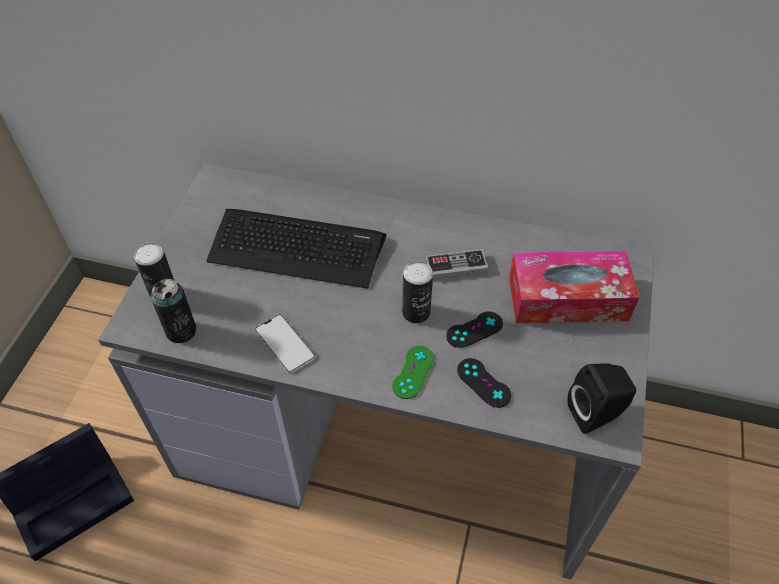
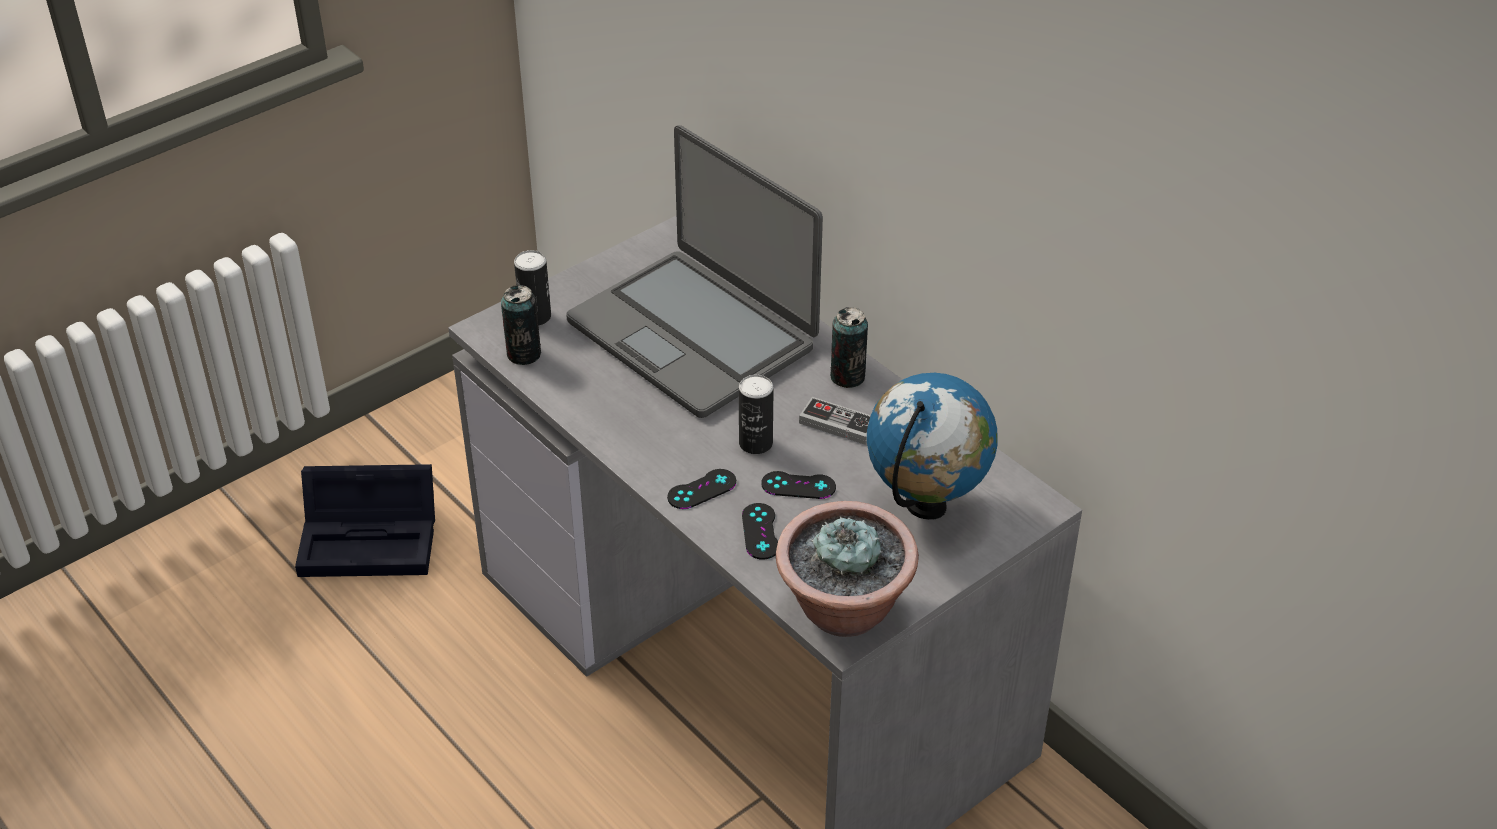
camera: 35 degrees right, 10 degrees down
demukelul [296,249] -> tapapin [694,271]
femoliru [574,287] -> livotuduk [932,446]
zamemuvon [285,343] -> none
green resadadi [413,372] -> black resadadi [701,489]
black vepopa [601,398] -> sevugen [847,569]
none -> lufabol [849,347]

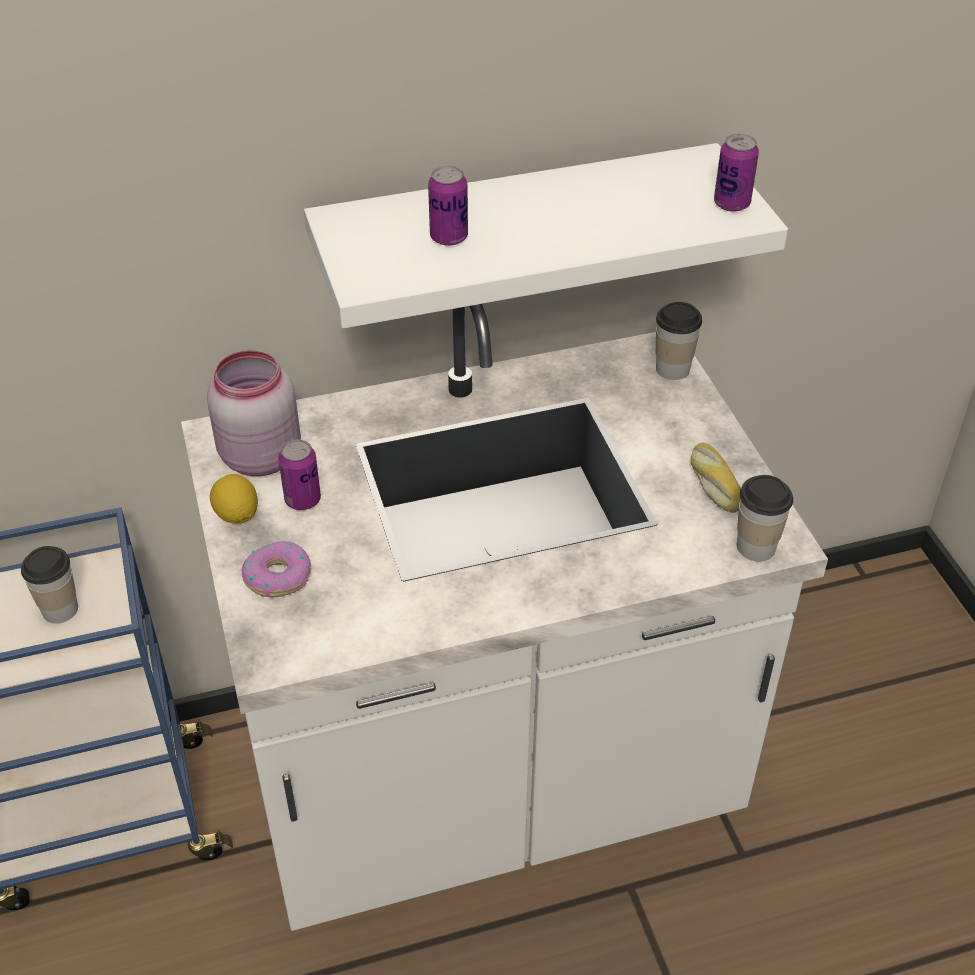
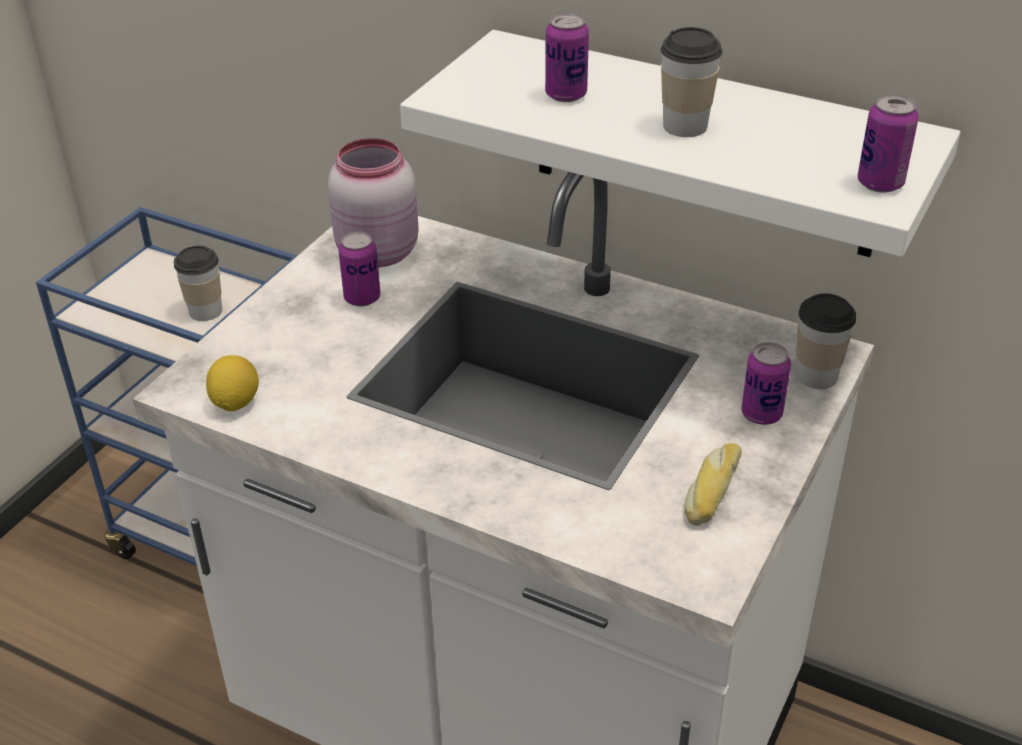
camera: 45 degrees right, 5 degrees down
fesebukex [234,499] -> fesebukex [232,383], move
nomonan [765,518] -> nomonan [692,82], move
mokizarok [276,569] -> none
none -> lufabol [766,383]

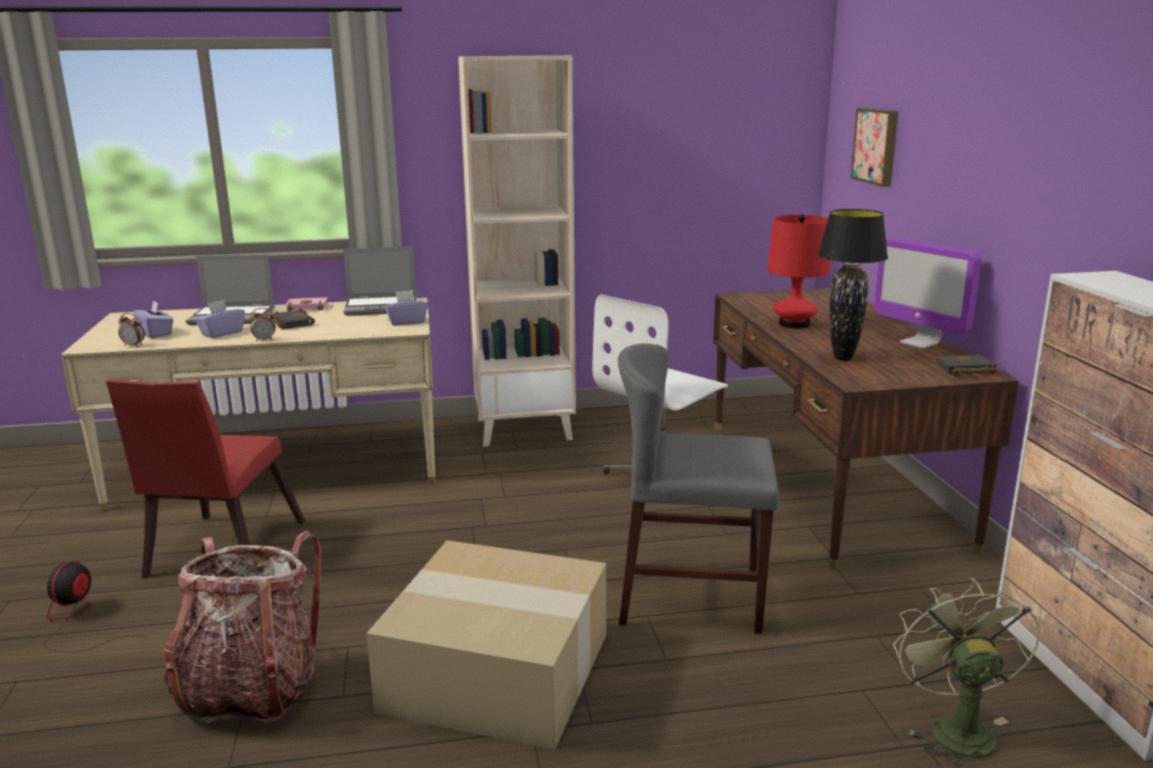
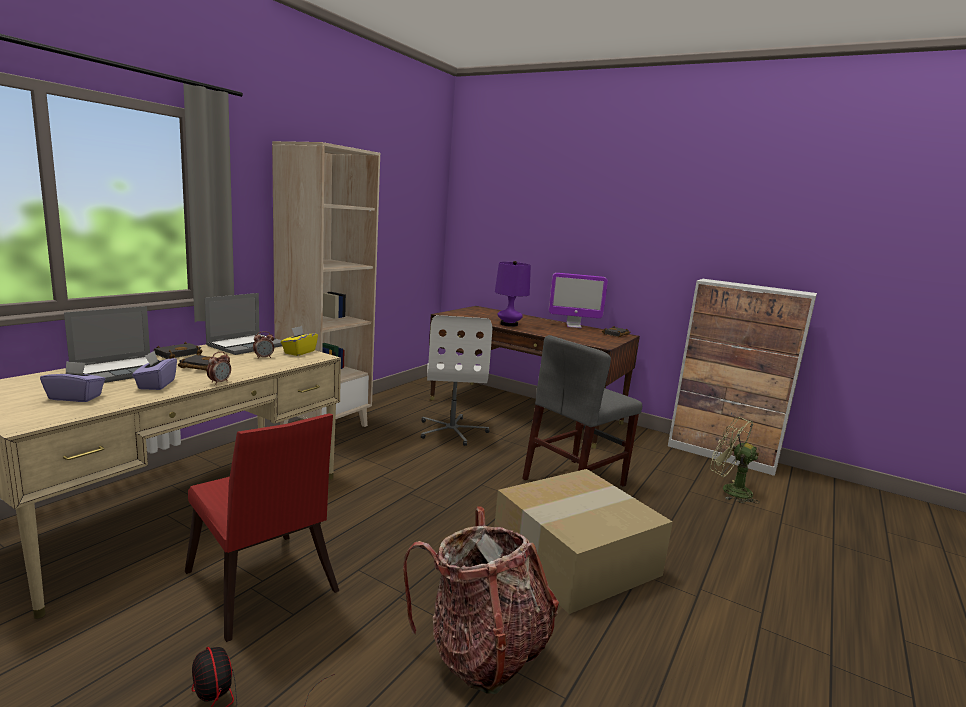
camera: 50 degrees left, 5 degrees down
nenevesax [875,147] -> none
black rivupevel [853,285] -> none
red rivupevel [798,271] -> purple rivupevel [513,294]
purple femoliru [406,308] -> yellow femoliru [299,341]
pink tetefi [307,303] -> black tetefi [178,350]
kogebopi [131,330] -> kogebopi [263,345], move

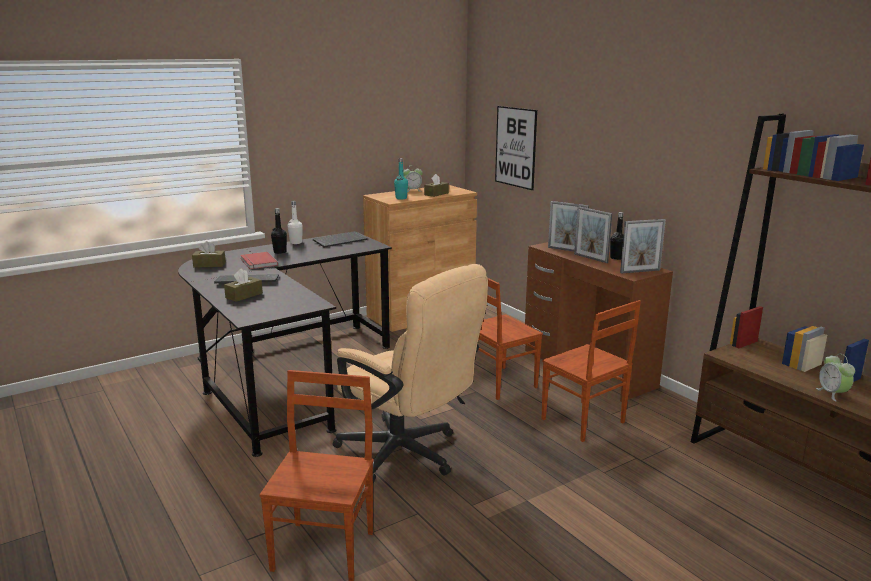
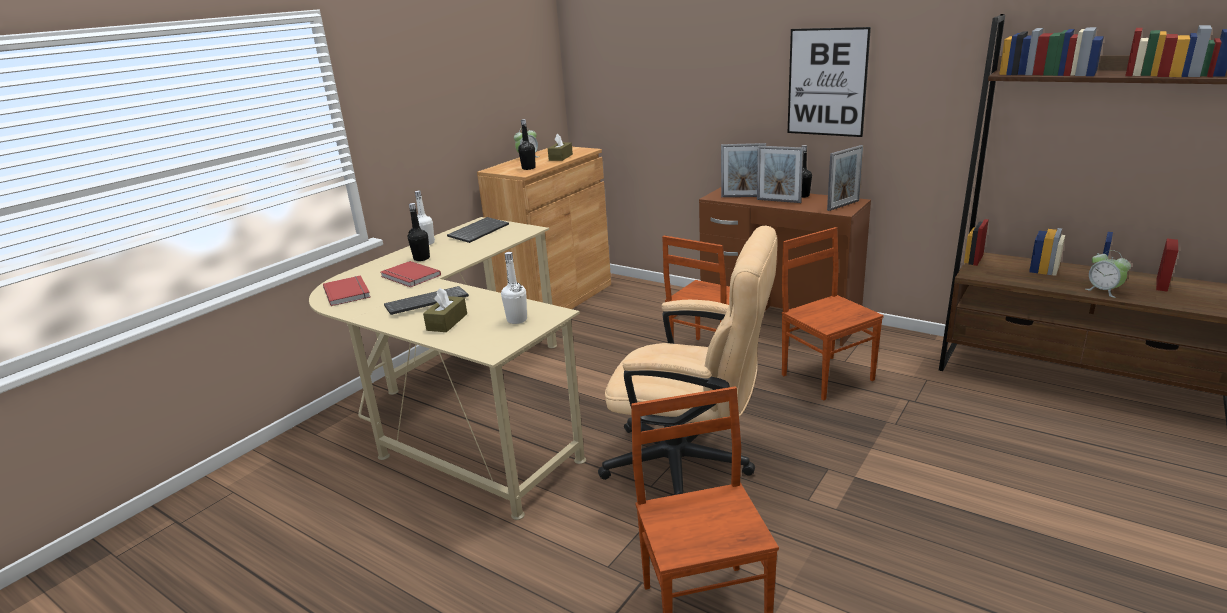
camera: 20 degrees left, 5 degrees up
nenevesax [516,148] -> nenevesax [829,82], move
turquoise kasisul [401,179] -> black kasisul [527,144]
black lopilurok [285,344] -> beige lopilurok [447,368]
brown femoliru [209,254] -> red tetefi [346,290]
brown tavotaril [591,371] -> brown tavotaril [833,314], 150 degrees counterclockwise
none -> white kasisul [514,288]

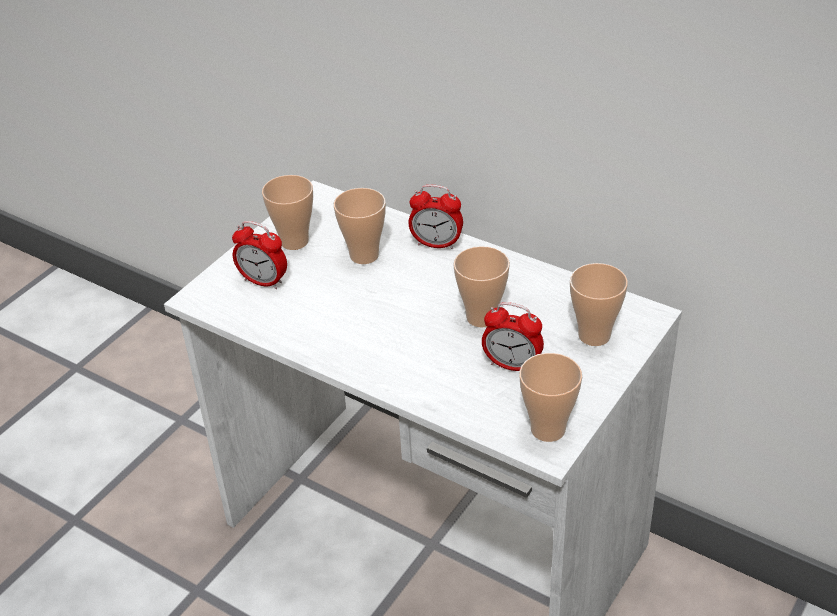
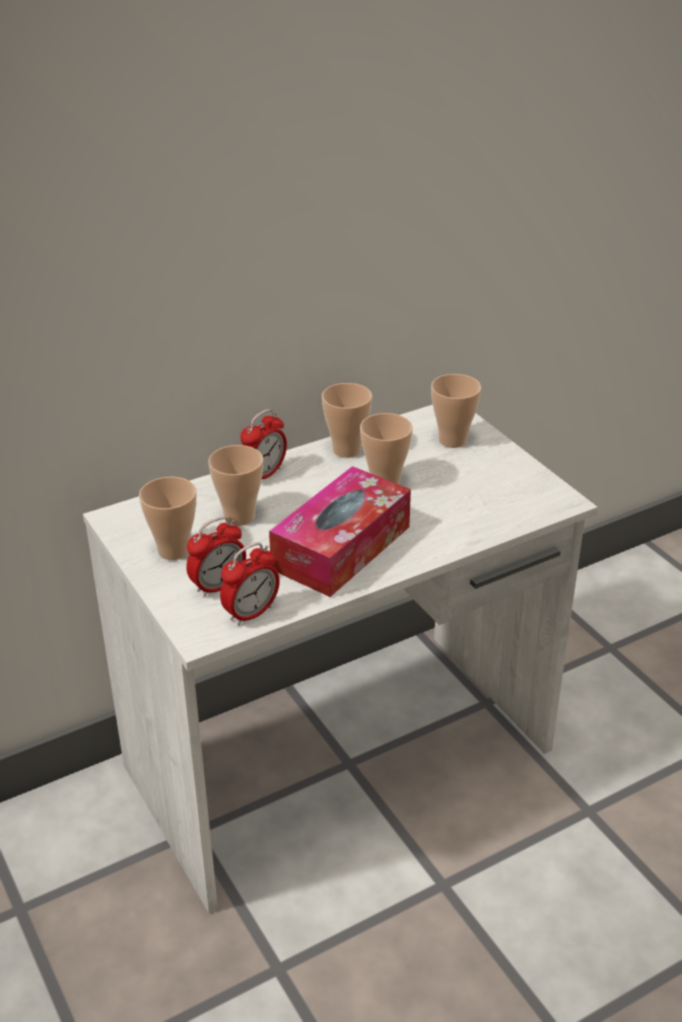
camera: 65 degrees left, 5 degrees down
kogebopi [513,336] -> kogebopi [250,584], move
nomonan [550,397] -> nomonan [347,420], move
none -> femoliru [340,531]

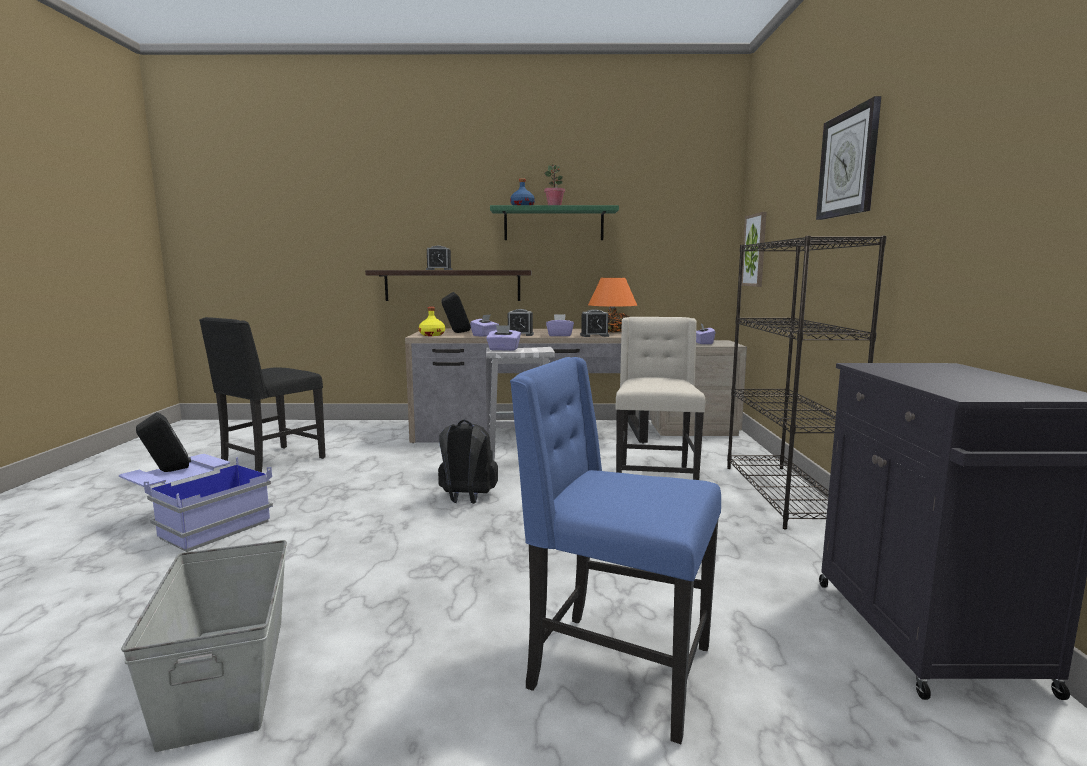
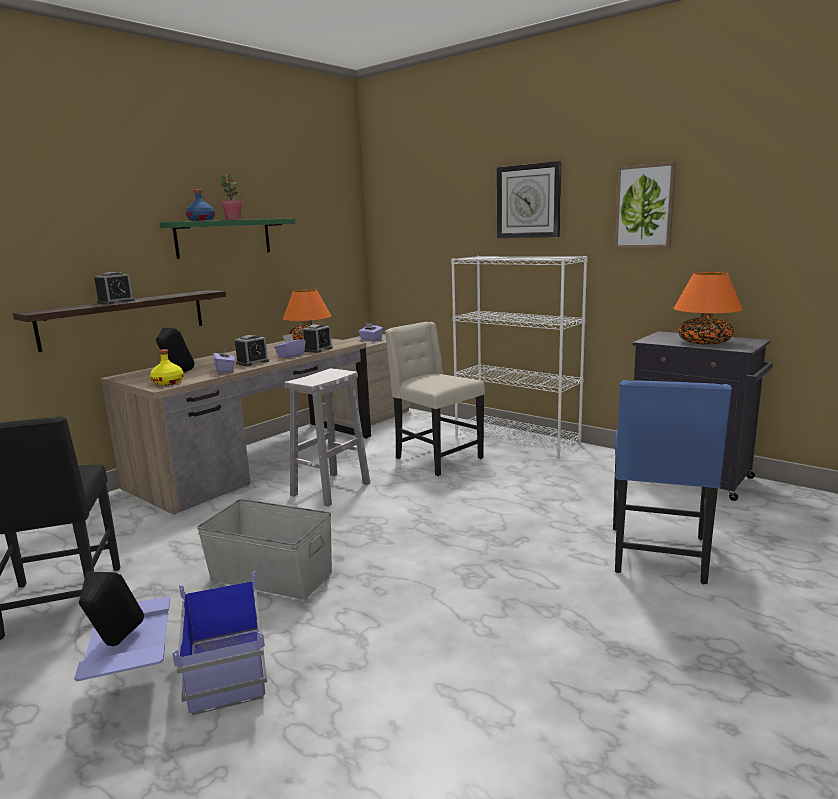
camera: 50 degrees left, 5 degrees up
nenevesax [754,249] -> nenevesax [645,205], move
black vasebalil [807,383] -> white vasebalil [519,357]
purple femoliru [503,338] -> none
blue tavotaril [615,550] -> blue tavotaril [672,482], 45 degrees counterclockwise
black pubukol [468,462] -> none
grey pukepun [204,646] -> grey pukepun [264,549], move
none -> orange rivupevel [708,308]

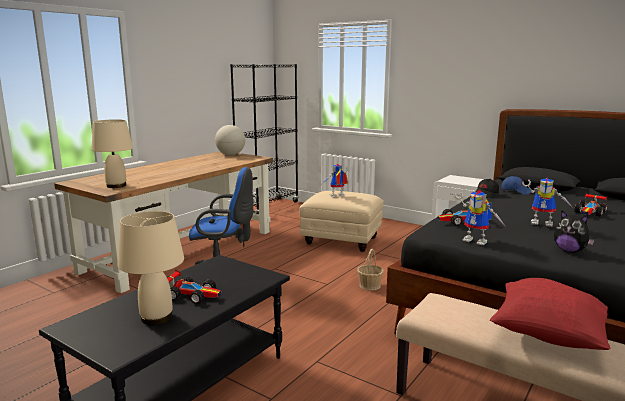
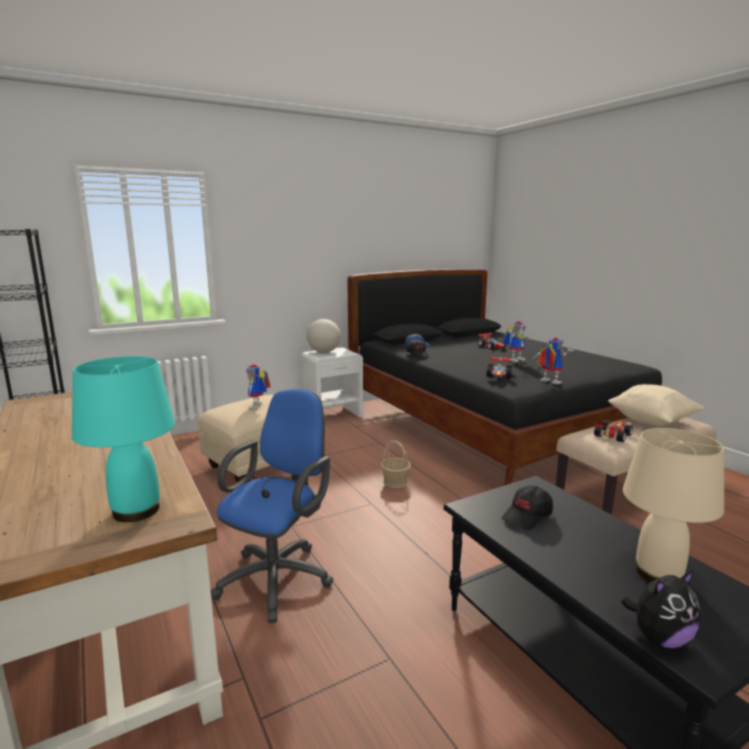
camera: 65 degrees left, 0 degrees up
beige rivupevel [112,153] -> turquoise rivupevel [123,439]
livotuduk [230,140] -> livotuduk [324,336], move
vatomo [479,217] -> vatomo [553,360], 105 degrees counterclockwise
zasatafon [574,232] -> zasatafon [660,609], move
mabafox [194,287] -> mabafox [613,431], move
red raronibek [550,314] -> beige raronibek [656,405]
none -> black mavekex [527,507]

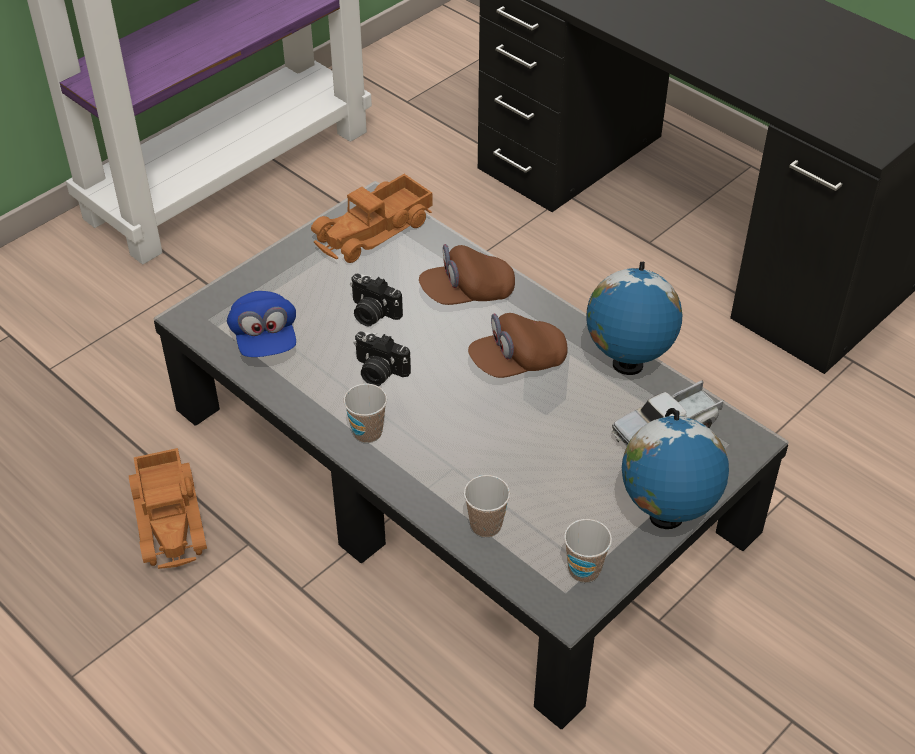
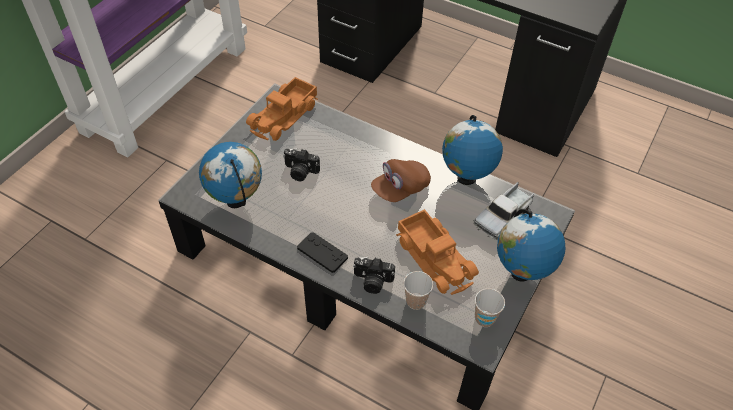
camera: 15 degrees left, 5 degrees up
brown mavekex [467,274] -> none
blue mavekex [261,324] -> livotuduk [230,175]
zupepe [382,358] -> zupepe [374,275], move
nomonan [365,413] -> black resadadi [322,252]
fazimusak [168,508] -> fazimusak [437,252], move

